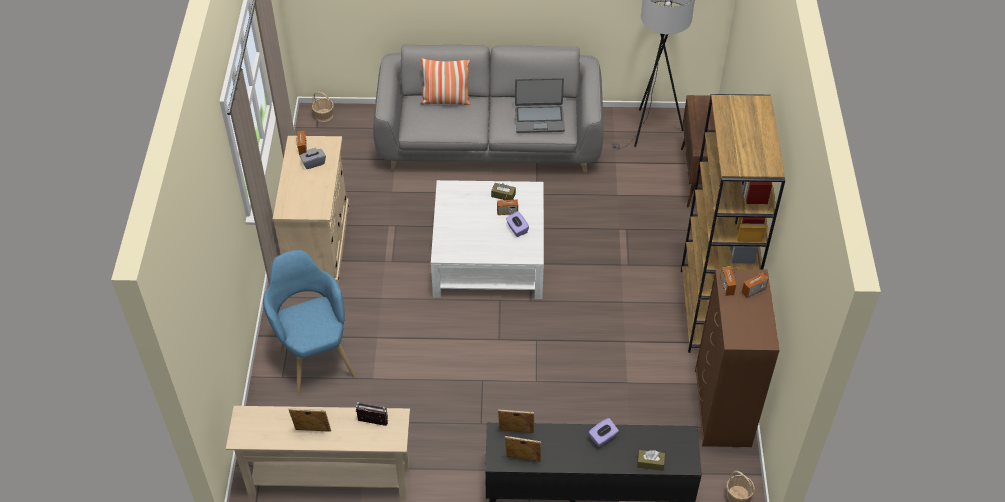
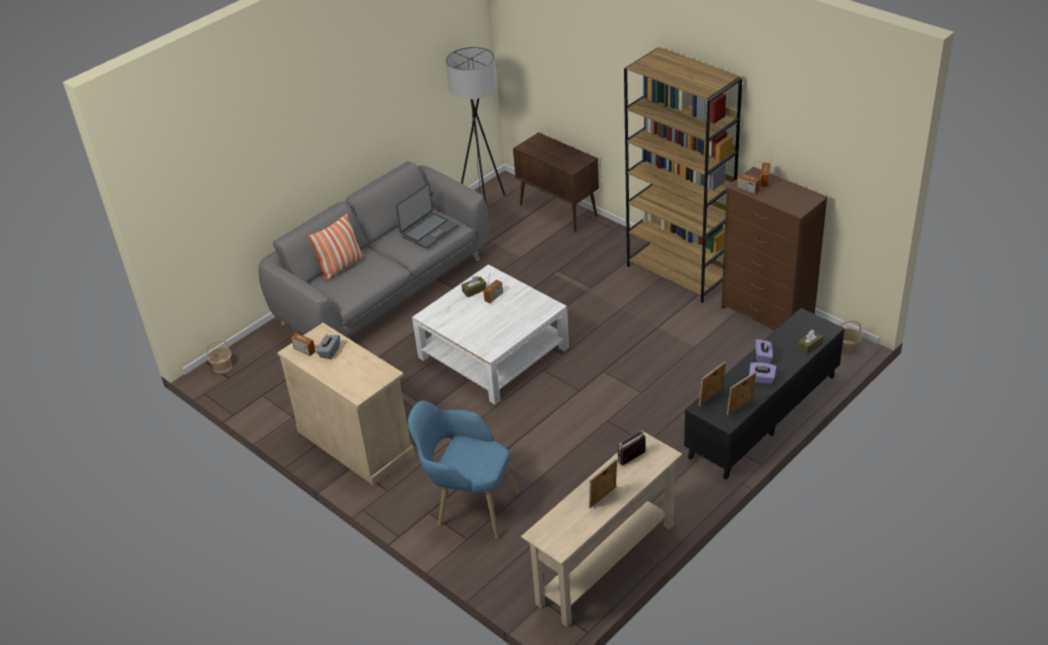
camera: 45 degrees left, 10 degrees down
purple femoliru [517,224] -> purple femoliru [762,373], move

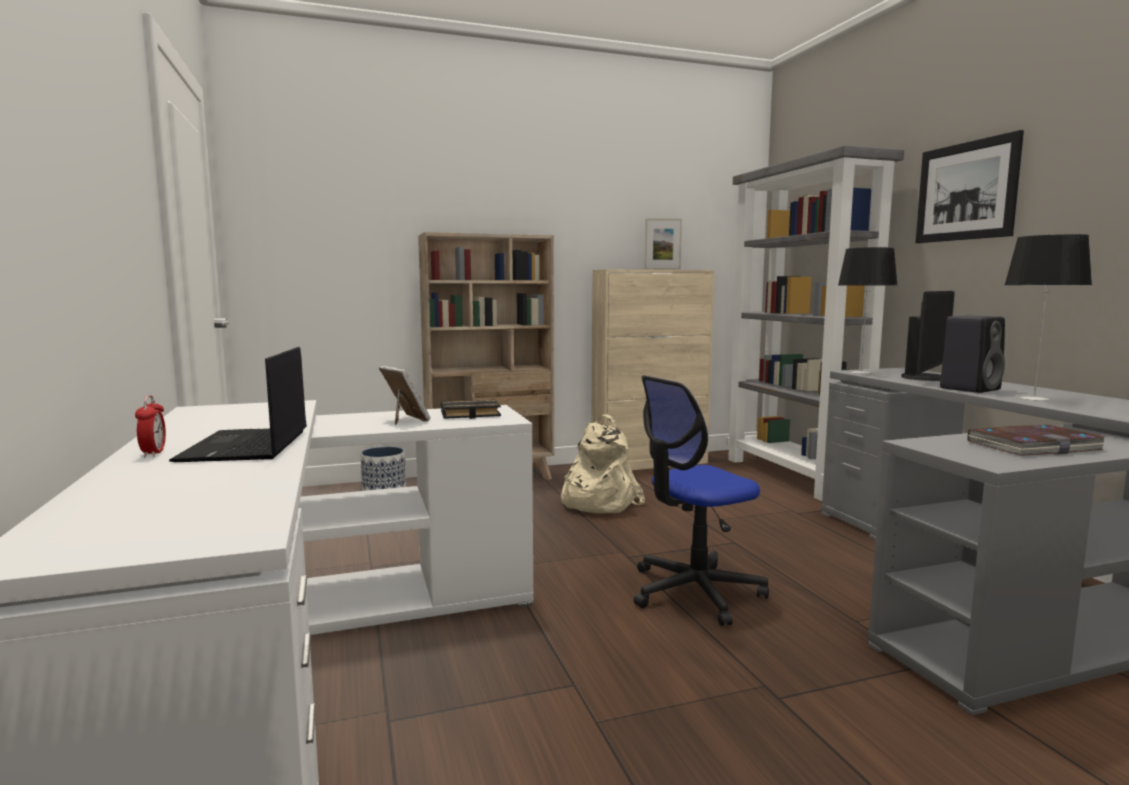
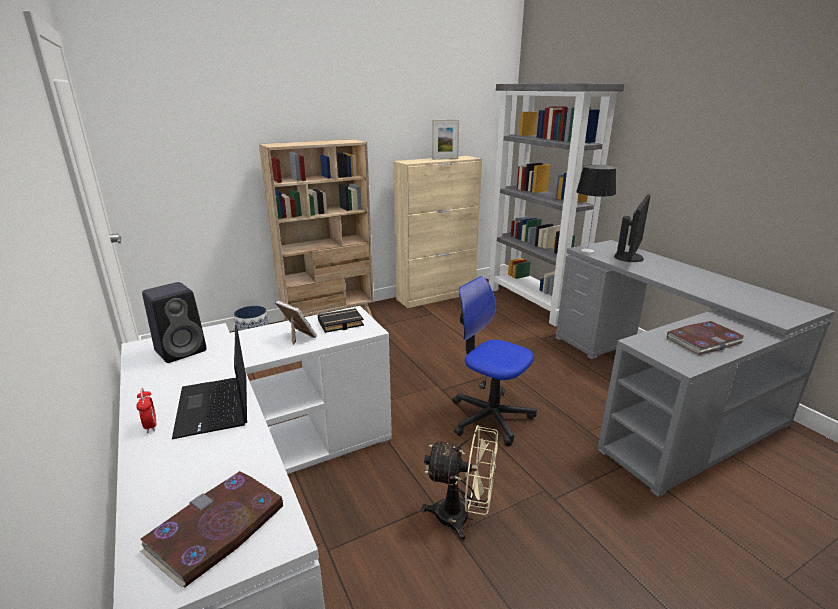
camera: 10 degrees left, 15 degrees up
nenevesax [970,186] -> none
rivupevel [1048,317] -> none
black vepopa [972,354] -> black vepopa [174,322], move
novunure [701,500] -> novunure [494,361], 75 degrees clockwise
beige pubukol [603,463] -> none
none -> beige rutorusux [460,483]
none -> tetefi [211,529]

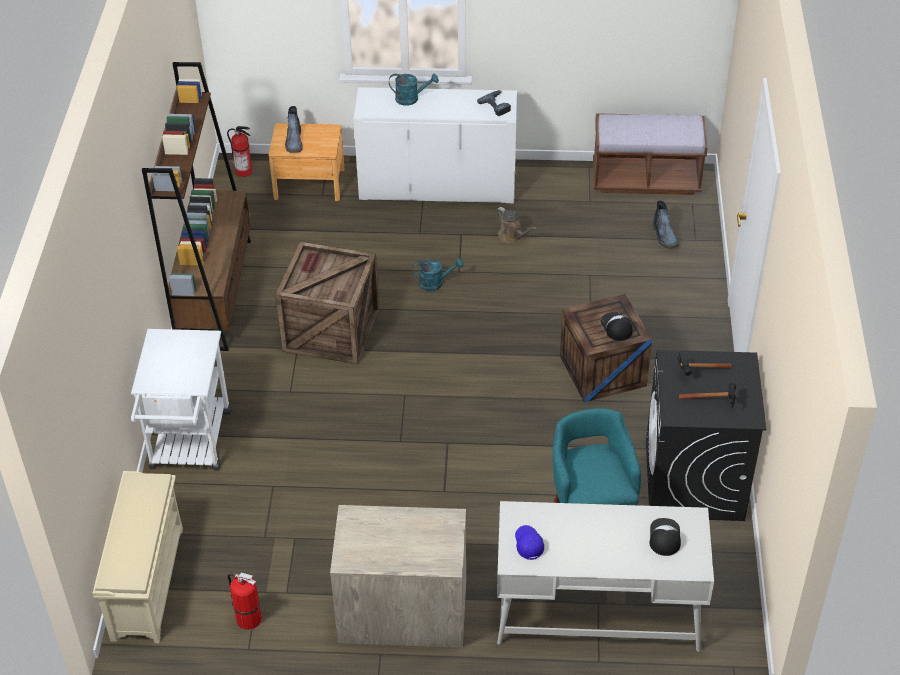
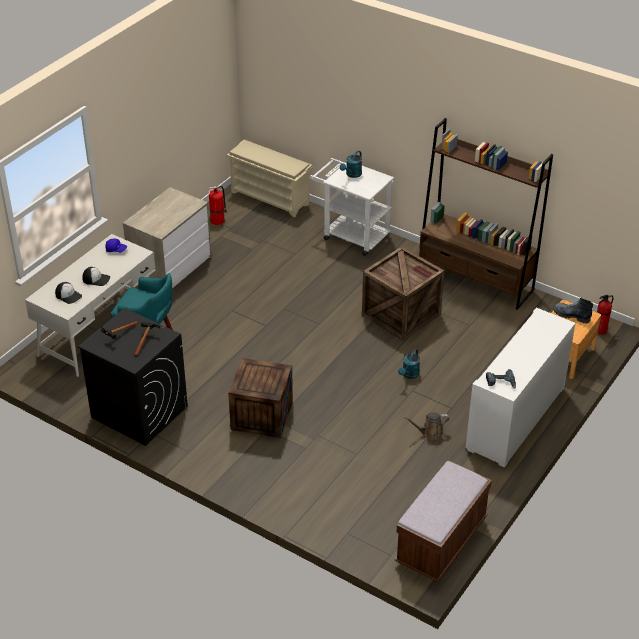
camera: 120 degrees right, 5 degrees down
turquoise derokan [414,90] -> turquoise derokan [351,164], move
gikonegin [666,224] -> none
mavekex [616,326] -> mavekex [96,276], move

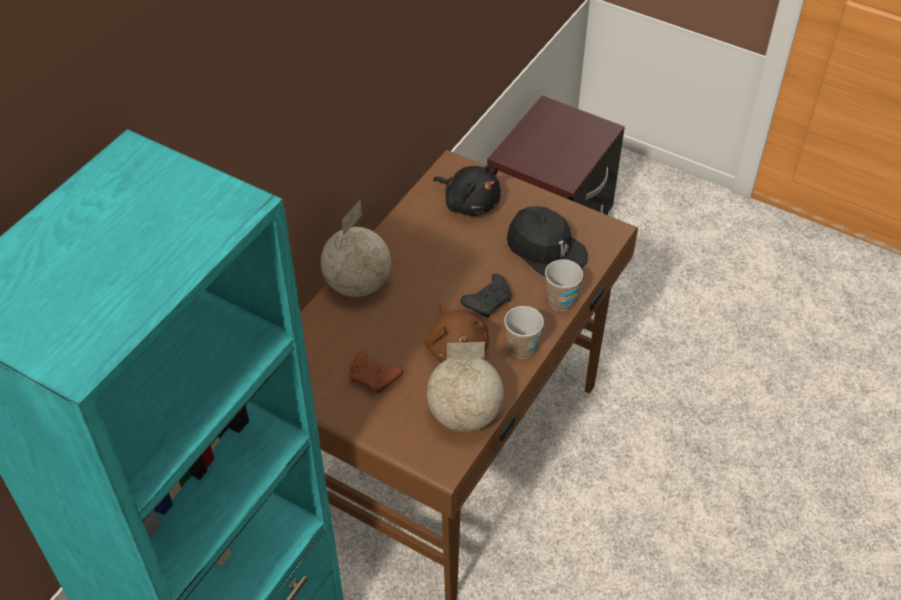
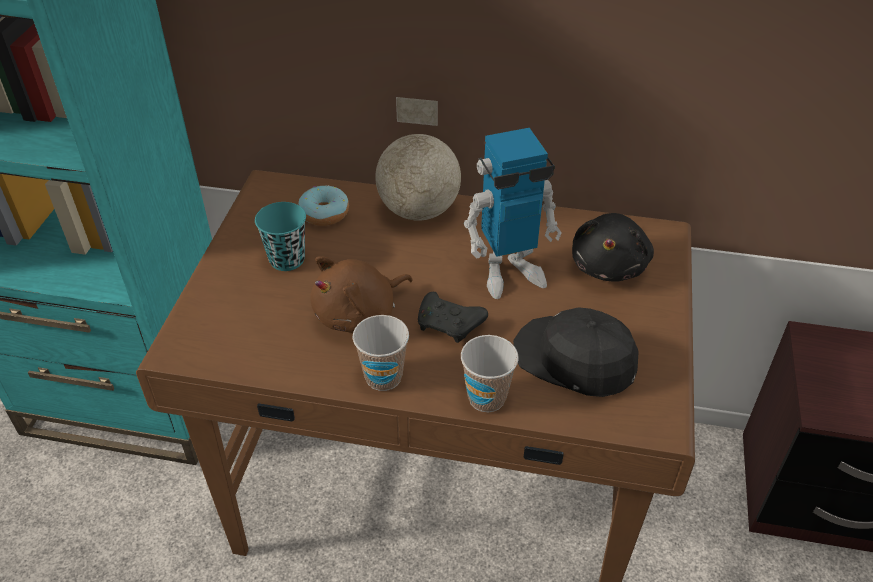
camera: 70 degrees right, 5 degrees down
black mavekex [547,241] -> black mavekex [576,352], 105 degrees clockwise
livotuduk [465,387] -> none
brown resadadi [376,372] -> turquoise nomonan [280,236]
none -> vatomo [513,213]
none -> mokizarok [323,205]

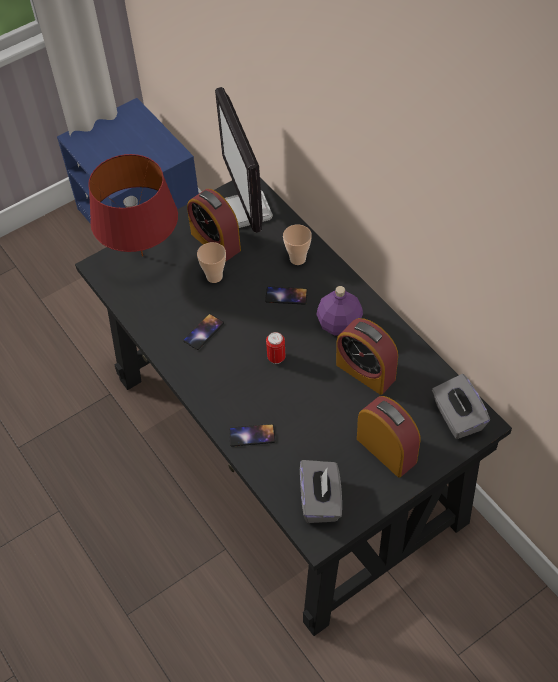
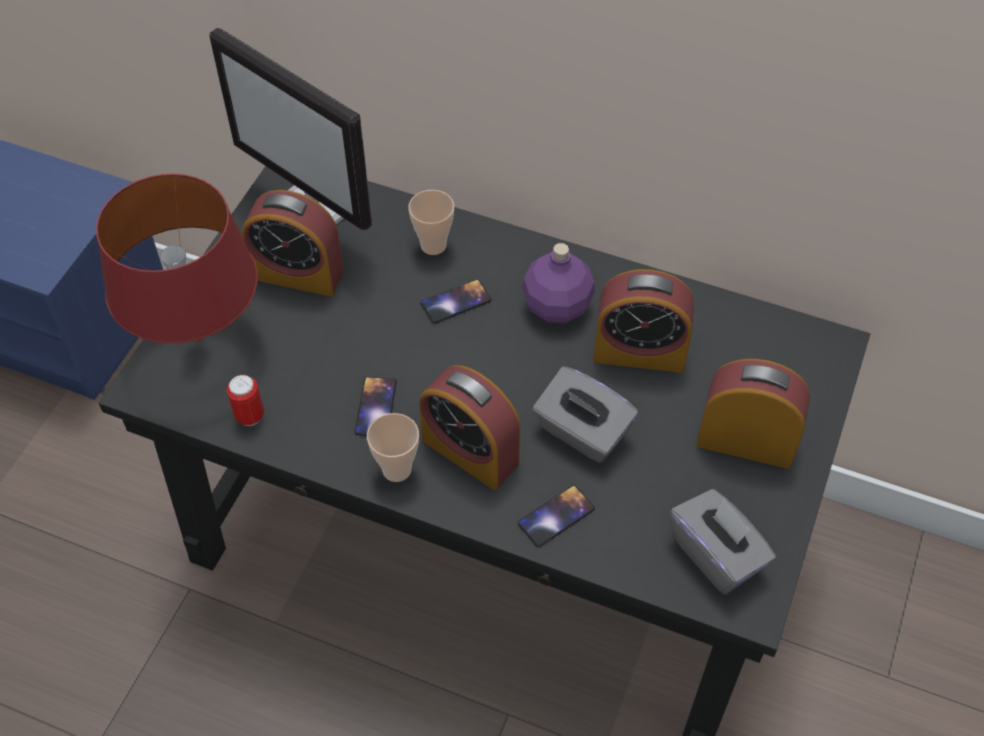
camera: 35 degrees left, 0 degrees up
nomonan [211,262] -> nomonan [393,447], move
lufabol [276,348] -> lufabol [245,400], move
grey femoliru [461,406] -> grey femoliru [585,414], move
none -> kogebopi [469,427]

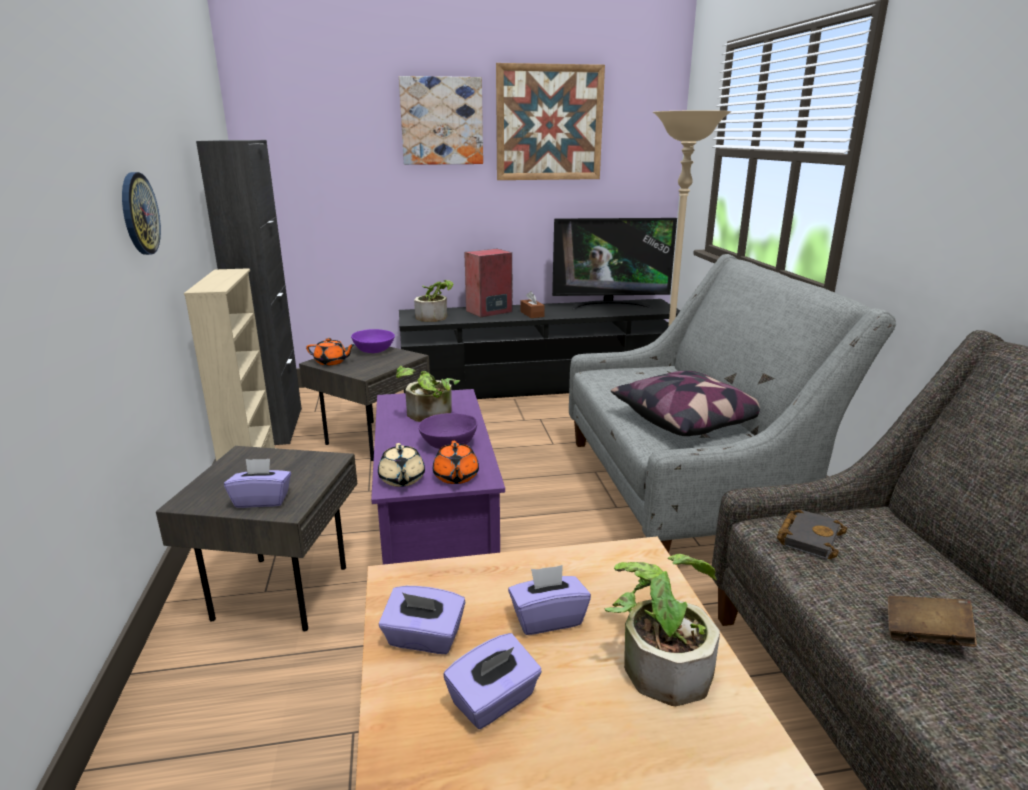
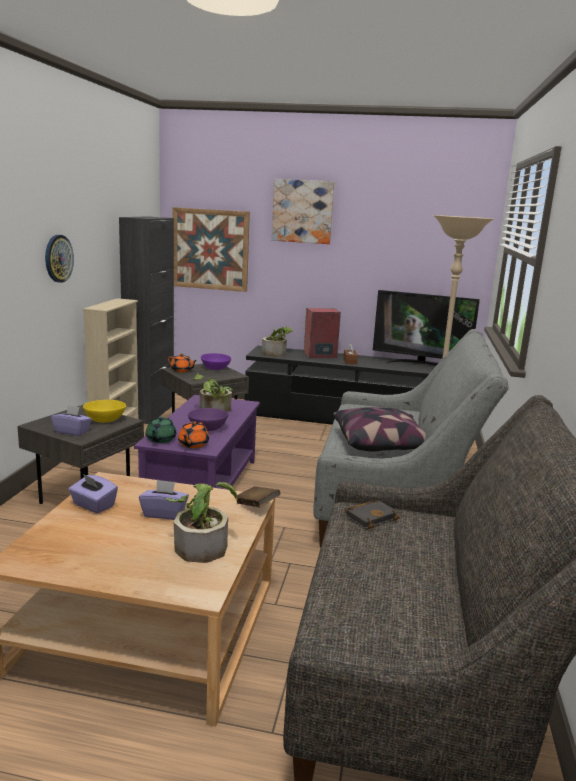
camera: 20 degrees right, 5 degrees down
nenevesax [550,121] -> nenevesax [211,249], move
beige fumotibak [401,465] -> green fumotibak [160,430]
brown tetefi [932,621] -> brown tetefi [257,497], move
purple femoliru [492,681] -> none
none -> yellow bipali [104,411]

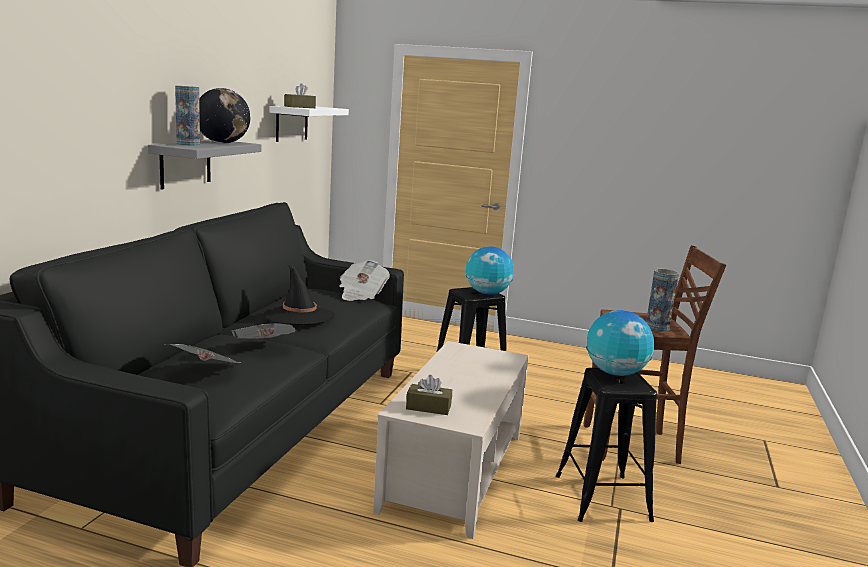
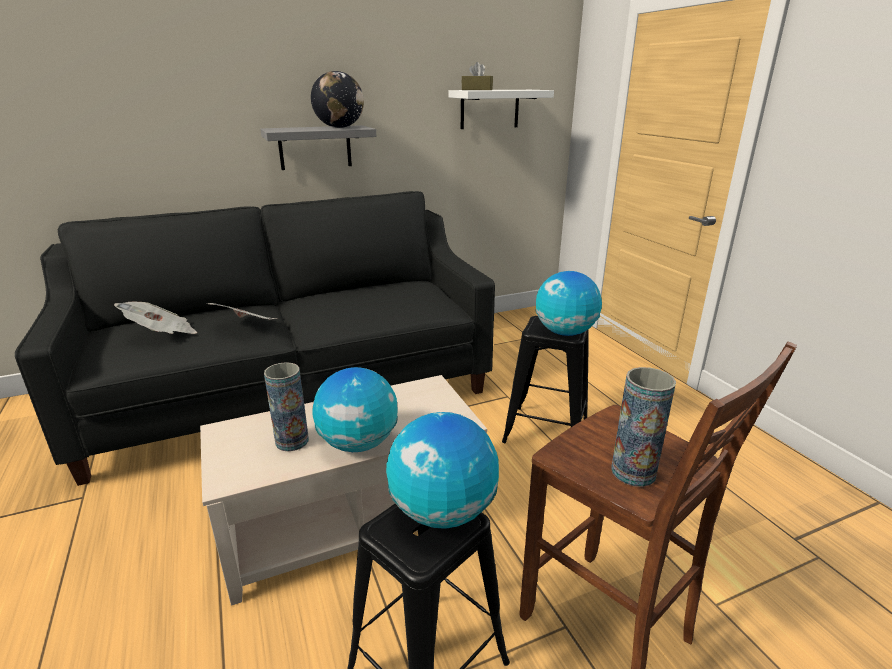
camera: 50 degrees right, 10 degrees up
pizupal [187,116] -> pizupal [286,406], move
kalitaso [364,280] -> none
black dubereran [299,294] -> none
brown femoliru [429,395] -> none
none -> livotuduk [355,409]

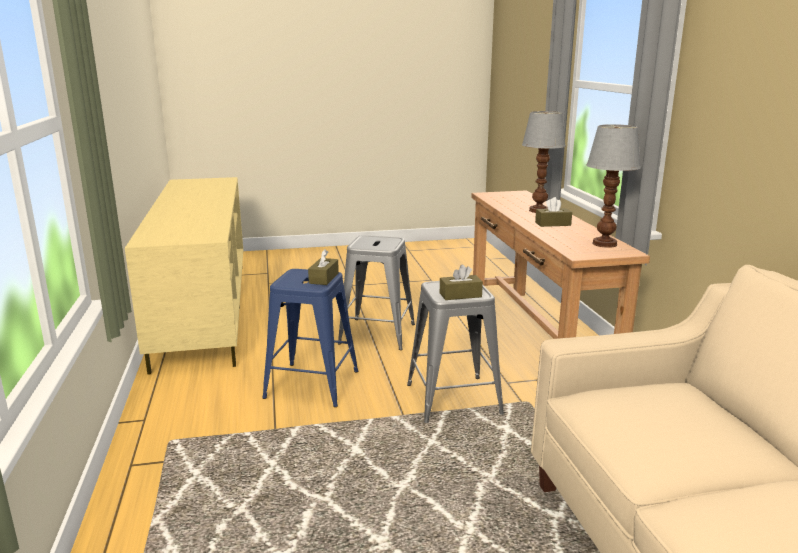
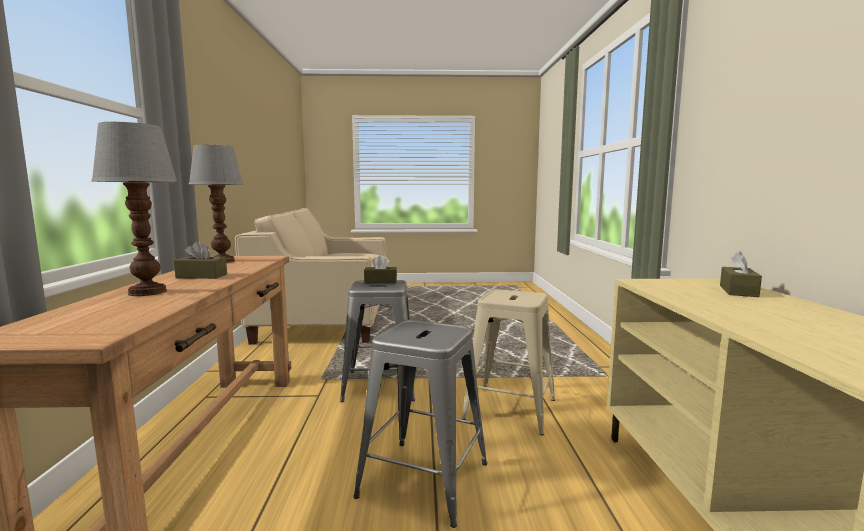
camera: 170 degrees left, 10 degrees down
brown femoliru [323,267] -> brown femoliru [741,274], move
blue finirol [310,338] -> beige finirol [508,362]

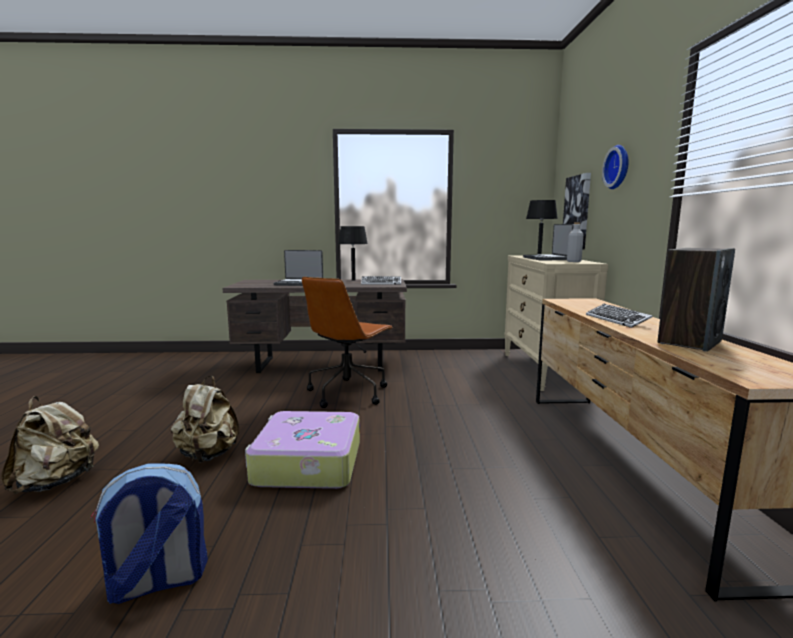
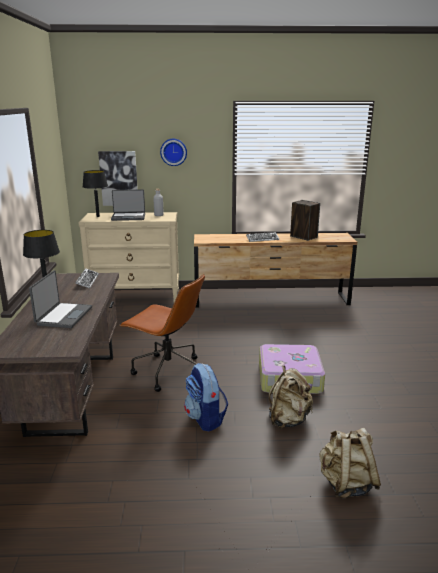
camera: 90 degrees left, 10 degrees up
pubukol [149,533] -> pubukol [206,397], move

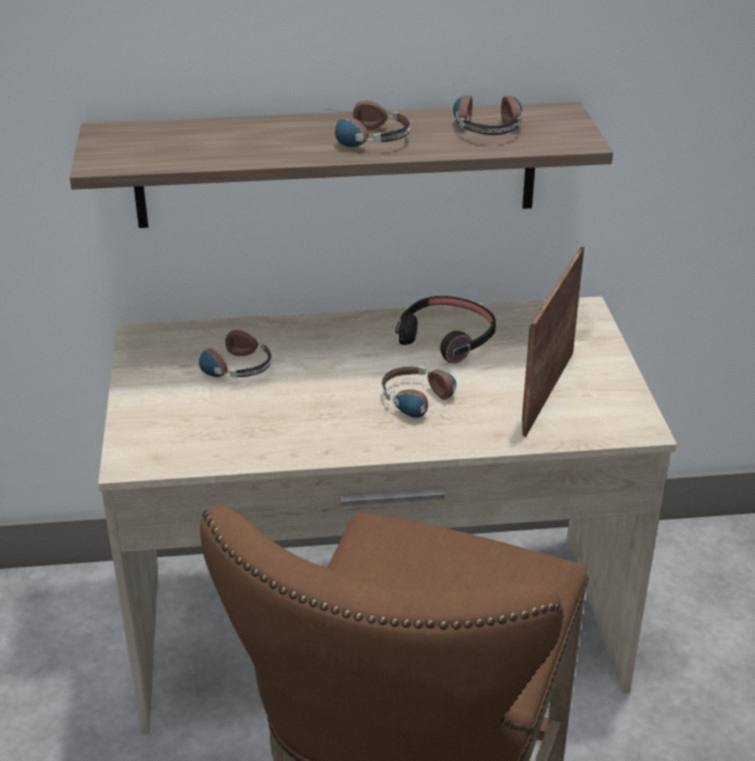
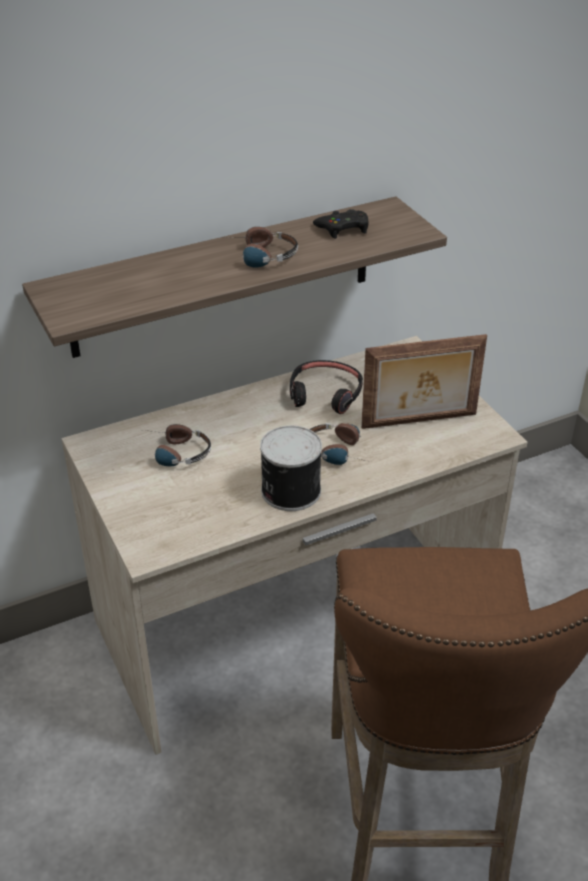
camera: 20 degrees left, 5 degrees up
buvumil [487,114] -> black resadadi [341,224]
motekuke [553,342] -> motekuke [424,381], 105 degrees counterclockwise
none -> lufabol [291,468]

